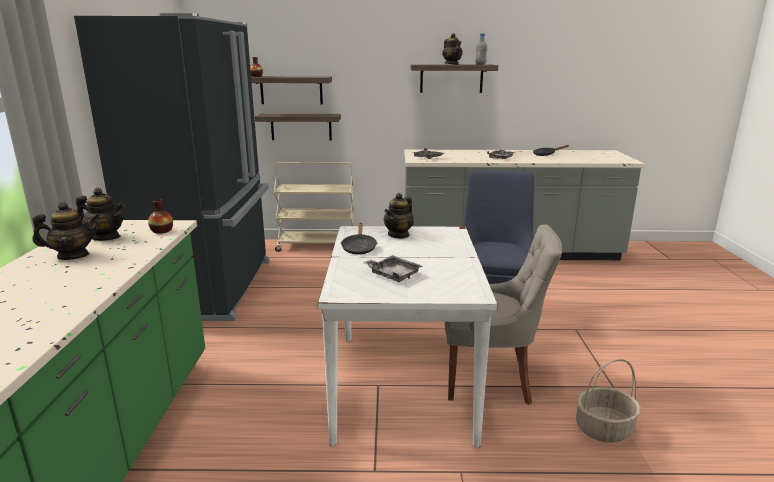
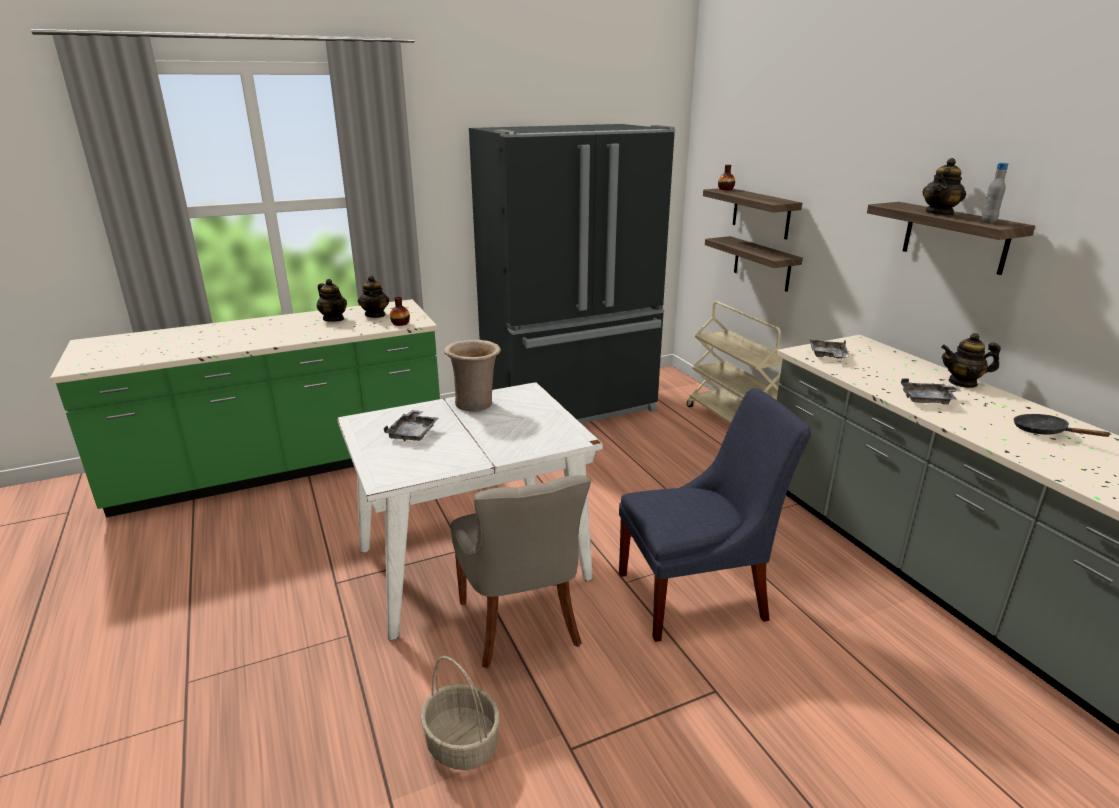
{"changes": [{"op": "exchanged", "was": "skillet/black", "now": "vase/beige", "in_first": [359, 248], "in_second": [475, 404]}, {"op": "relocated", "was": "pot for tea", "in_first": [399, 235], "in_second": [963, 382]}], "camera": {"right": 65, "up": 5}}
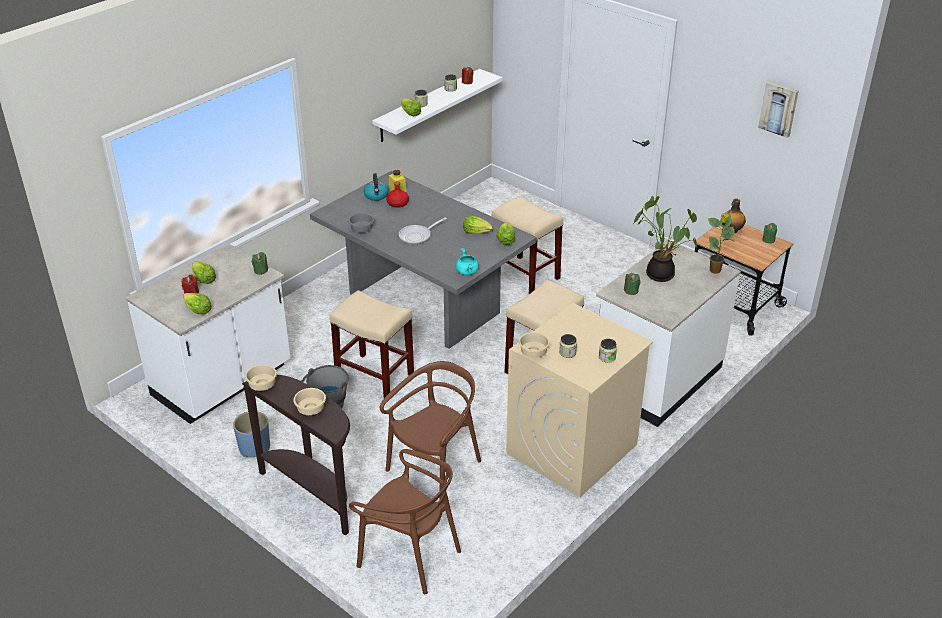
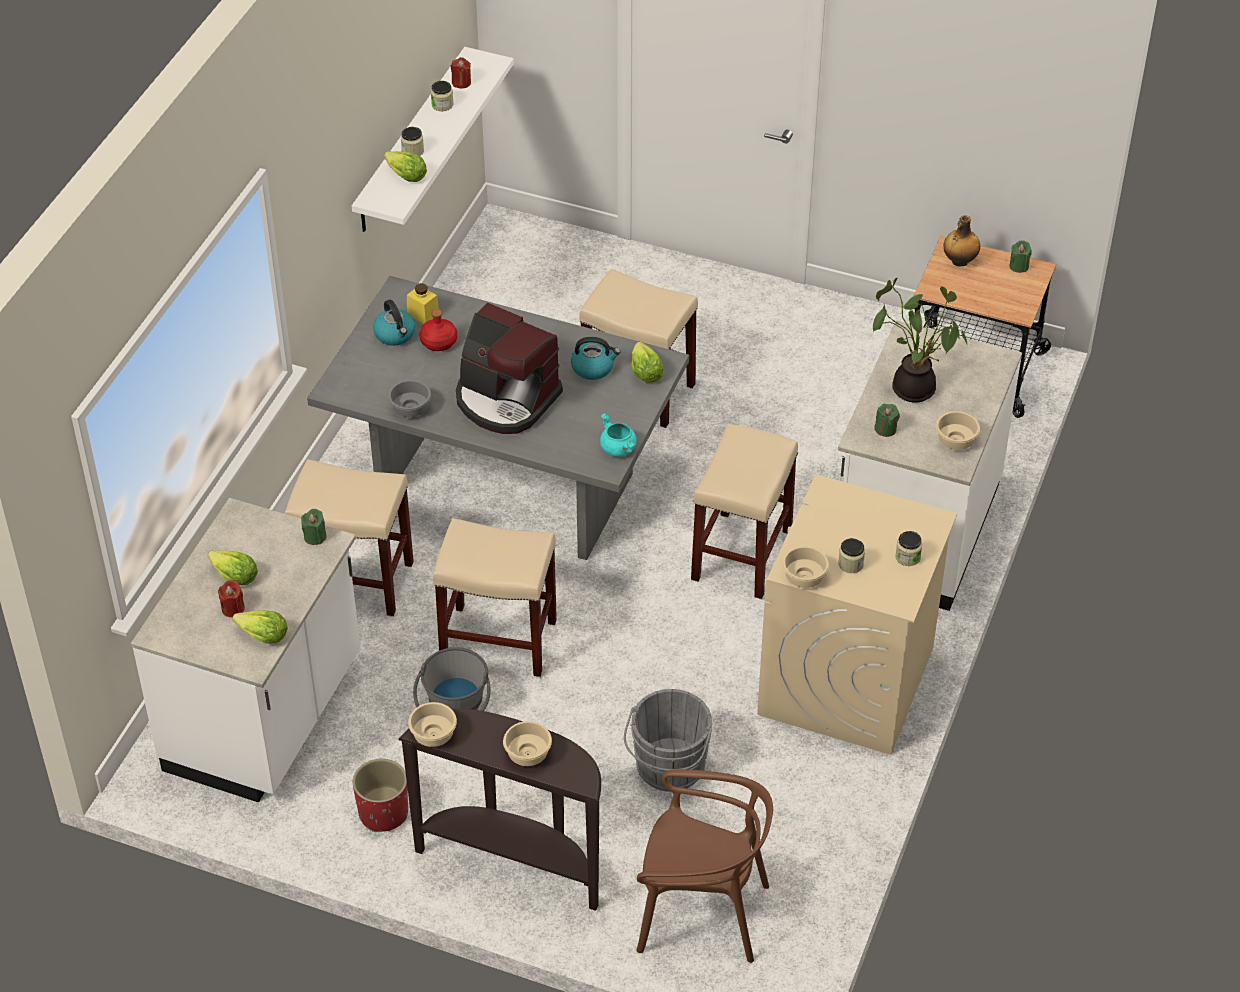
{"changes": [{"op": "appeared", "now": "sitting stool/beige", "in_second": [354, 581]}, {"op": "colour", "was": "flower pot/blue-coloured", "now": "flower pot/reddish", "in_first": [254, 448], "in_second": [383, 813]}, {"op": "exchanged", "was": "skillet", "now": "coffee machine", "in_first": [417, 236], "in_second": [506, 399]}, {"op": "exchanged", "was": "lettuce", "now": "water kettle", "in_first": [477, 232], "in_second": [593, 368]}, {"op": "exchanged", "was": "plain chair/brownish", "now": "pail/greyish", "in_first": [435, 468], "in_second": [668, 769]}, {"op": "appeared", "now": "deep dish/beige", "in_second": [955, 440]}, {"op": "missing", "was": "houseplant", "in_first": [715, 271]}, {"op": "missing", "was": "wall picture", "in_first": [779, 108]}], "camera": {"right": -20, "up": 10}}
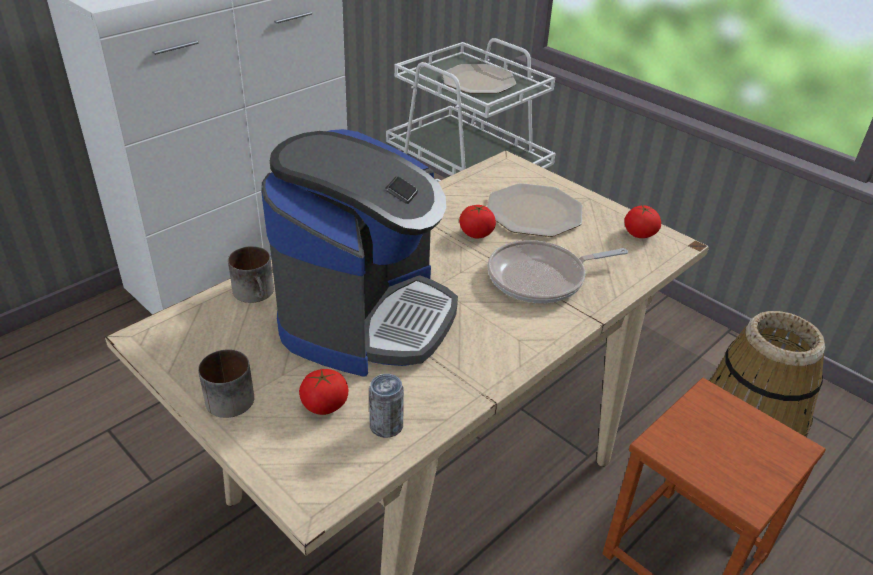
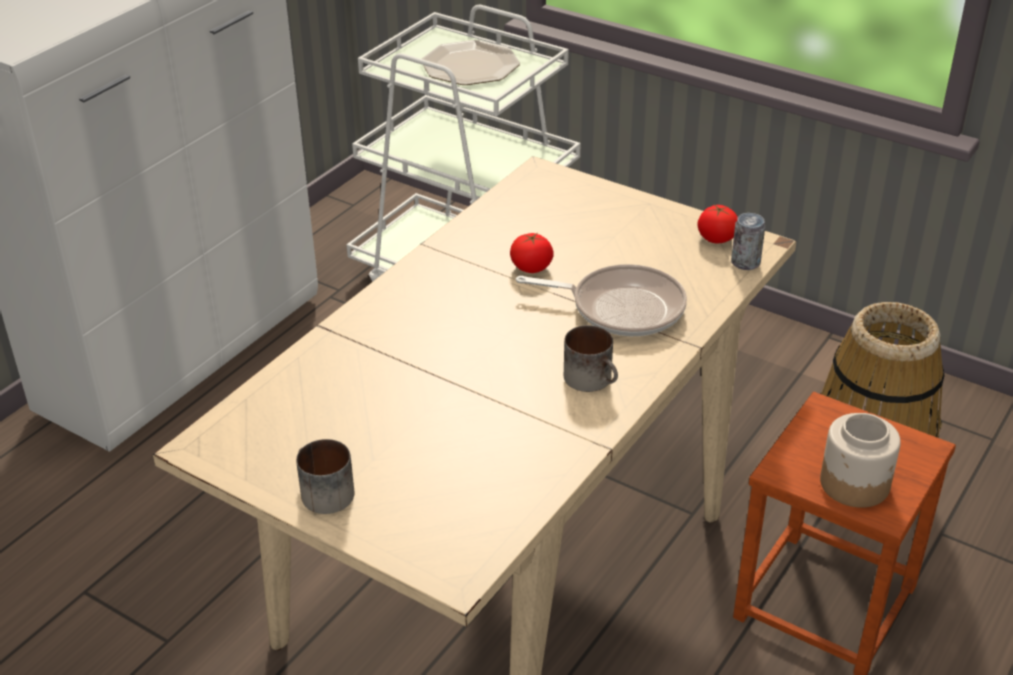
{"changes": [{"op": "spun", "was": "skillet", "in_first": [541, 278], "in_second": [621, 308], "clockwise": -135}, {"op": "relocated", "was": "mug", "in_first": [257, 293], "in_second": [593, 379]}, {"op": "relocated", "was": "metal can", "in_first": [386, 426], "in_second": [745, 263]}, {"op": "appeared", "now": "storage jar", "in_second": [855, 484]}, {"op": "missing", "was": "coffee machine", "in_first": [366, 316]}, {"op": "missing", "was": "whole tomato", "in_first": [325, 405]}, {"op": "missing", "was": "dinner plate", "in_first": [533, 211]}], "camera": {"right": -10, "up": 0}}
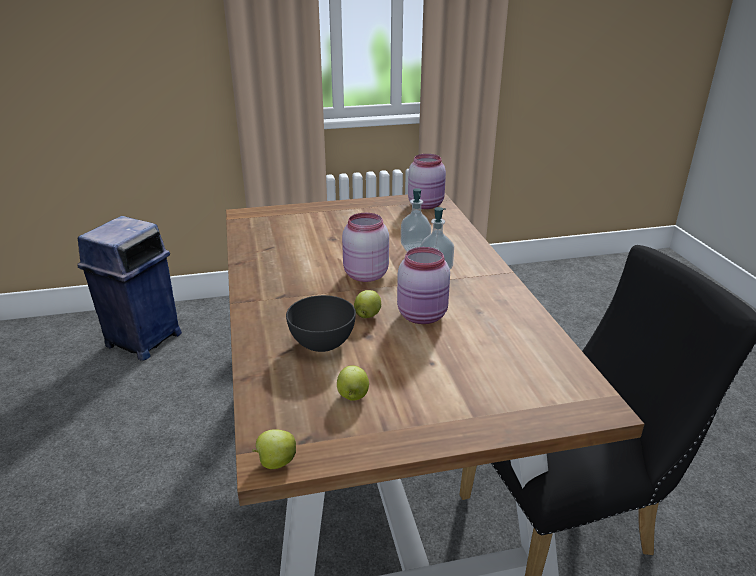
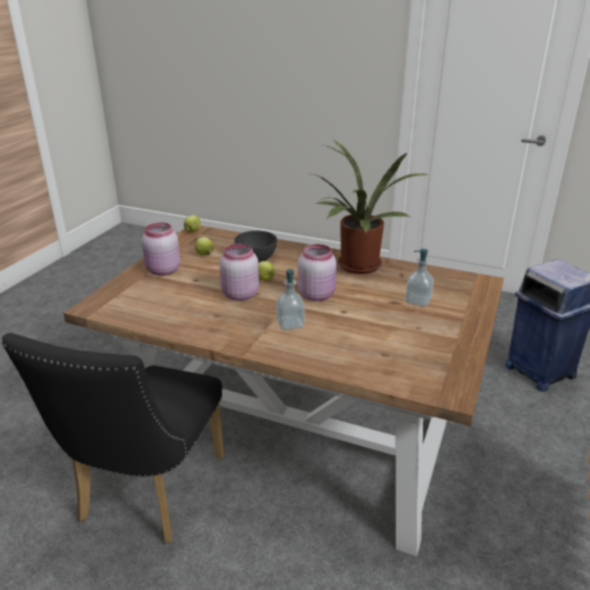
{"changes": [{"op": "relocated", "was": "storage jar/pinkish", "in_first": [426, 205], "in_second": [162, 271]}, {"op": "appeared", "now": "houseplant", "in_second": [357, 267]}, {"op": "relocated", "was": "liquid soap bottle", "in_first": [415, 247], "in_second": [418, 301]}], "camera": {"right": 125, "up": 0}}
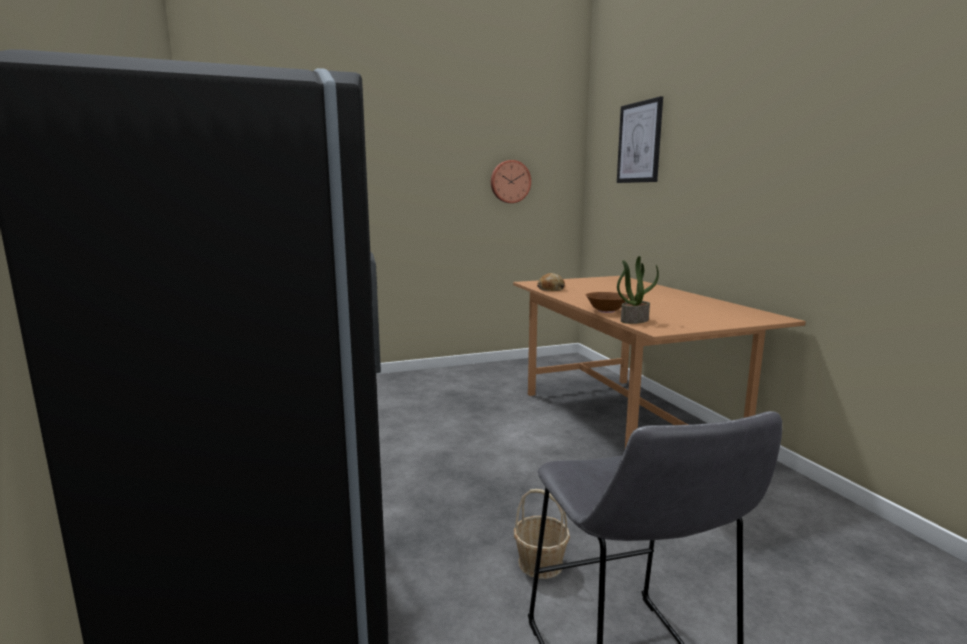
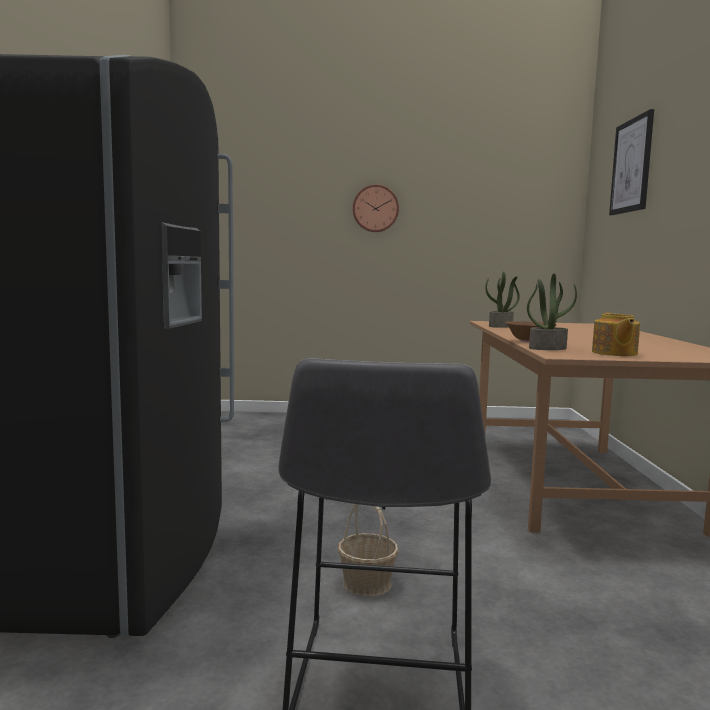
{"changes": [{"op": "relocated", "was": "clock on the wall", "in_first": [510, 181], "in_second": [375, 208]}, {"op": "exchanged", "was": "bread", "now": "houseplant", "in_first": [551, 289], "in_second": [501, 326]}, {"op": "appeared", "now": "pot for tea", "in_second": [614, 353]}], "camera": {"right": 20, "up": -5}}
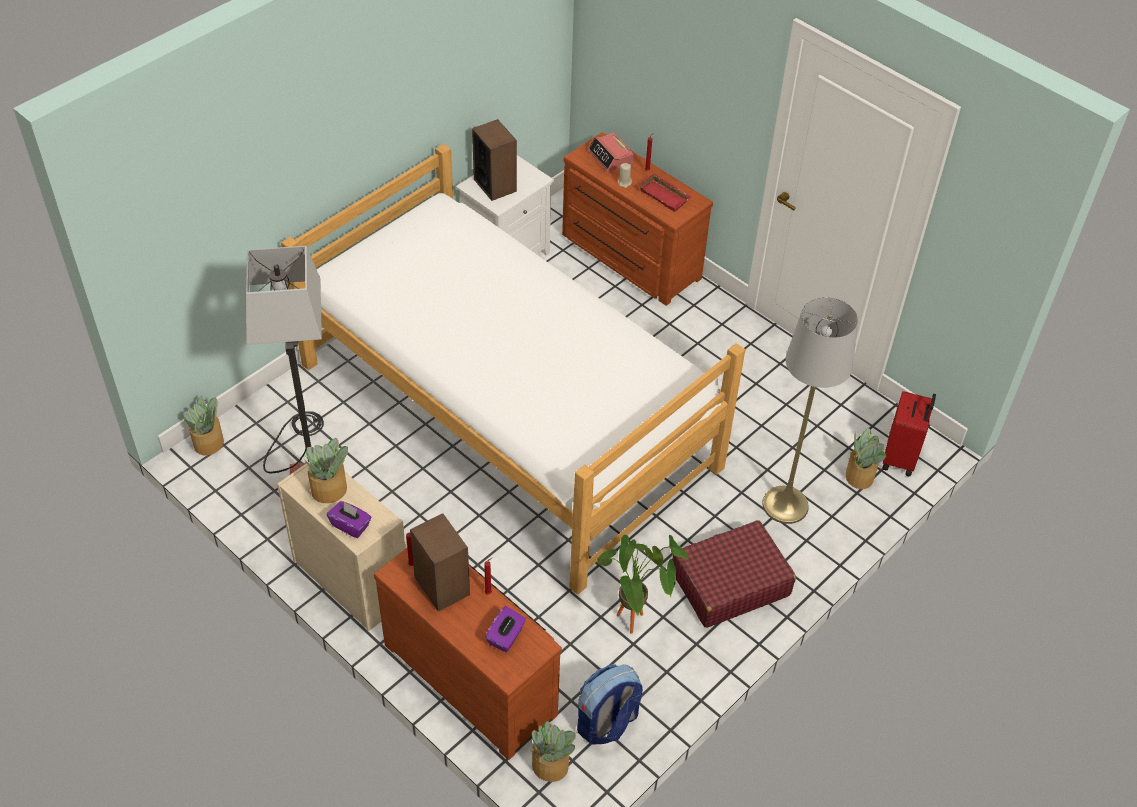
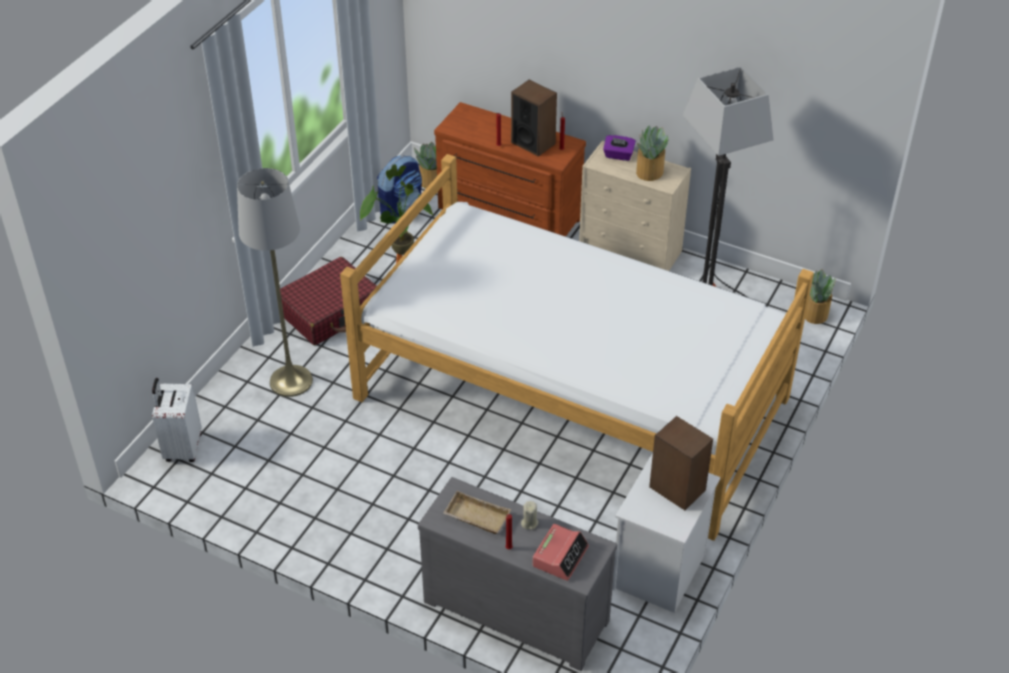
{"changes": [{"op": "colour", "was": "piece of luggage/reddish", "now": "piece of luggage/white-coloured", "in_first": [901, 458], "in_second": [182, 448]}, {"op": "colour", "was": "chest of drawers/brownish", "now": "chest of drawers/greyish", "in_first": [628, 258], "in_second": [518, 607]}, {"op": "colour", "was": "serving tray/reddish", "now": "serving tray/beige", "in_first": [665, 195], "in_second": [475, 517]}, {"op": "spun", "was": "bedside clock", "in_first": [610, 157], "in_second": [560, 556], "clockwise": 75}, {"op": "missing", "was": "box of tissues/purple", "in_first": [506, 637]}, {"op": "missing", "was": "houseplant", "in_first": [859, 476]}], "camera": {"right": 165, "up": -5}}
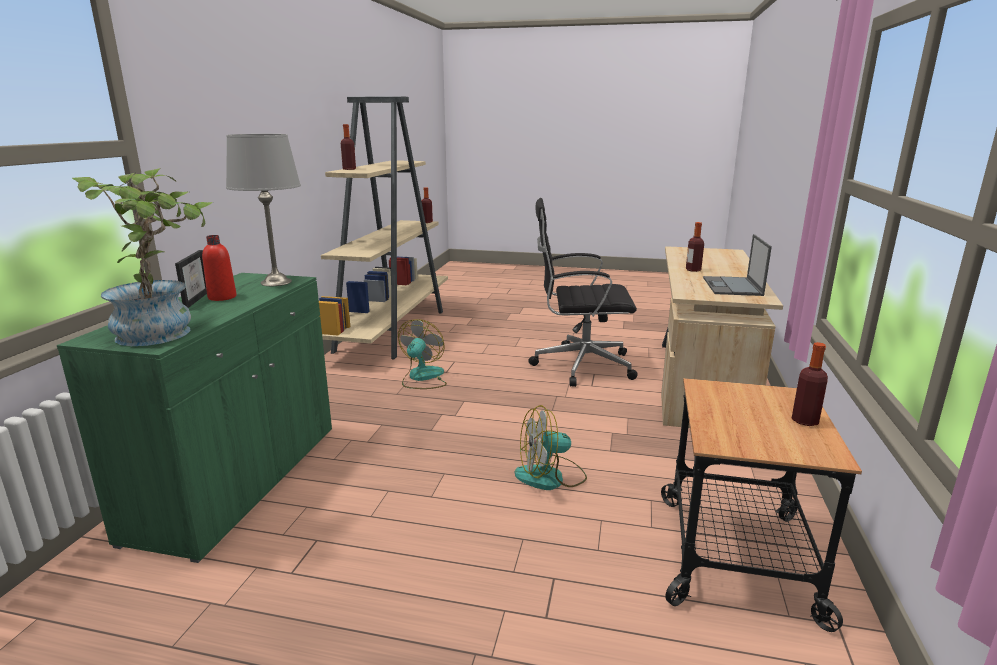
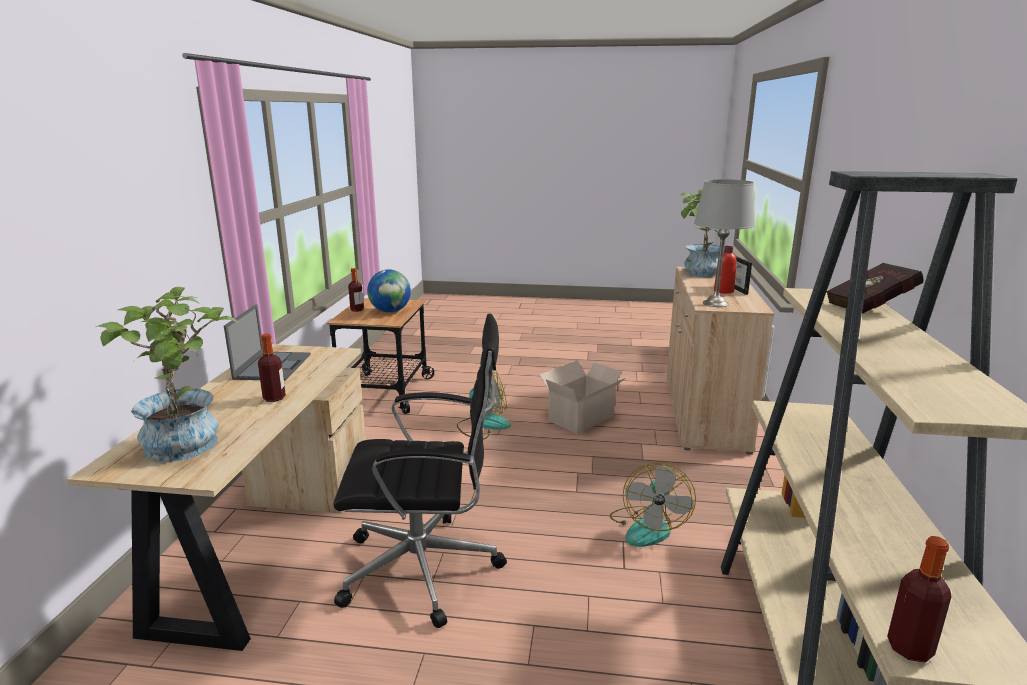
{"changes": [{"op": "appeared", "now": "houseplant", "in_second": [188, 447]}, {"op": "appeared", "now": "world globe", "in_second": [390, 311]}, {"op": "appeared", "now": "carton", "in_second": [583, 418]}, {"op": "colour", "was": "cabinet/green", "now": "cabinet/beige", "in_first": [239, 481], "in_second": [704, 413]}, {"op": "exchanged", "was": "drink bottle", "now": "volume/reddish", "in_first": [349, 169], "in_second": [873, 307]}], "camera": {"right": 175, "up": 0}}
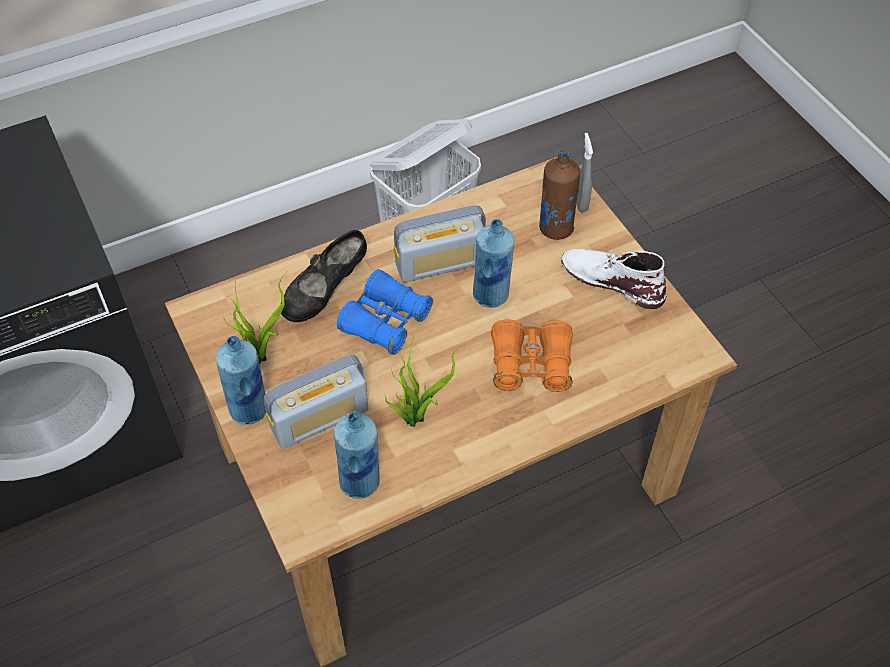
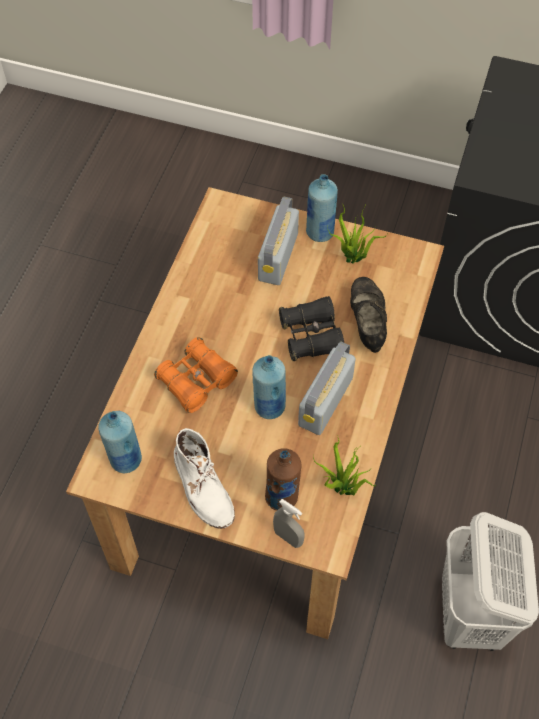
{"changes": [{"op": "relocated", "was": "drink bottle/blue-coloured", "in_first": [360, 482], "in_second": [125, 460]}, {"op": "spun", "was": "boot/white-coloured", "in_first": [612, 280], "in_second": [203, 487], "clockwise": 75}, {"op": "colour", "was": "binoculars/blue-coloured", "now": "binoculars/black", "in_first": [385, 321], "in_second": [311, 336]}, {"op": "relocated", "was": "houseplant", "in_first": [416, 415], "in_second": [342, 490]}], "camera": {"right": 135, "up": 5}}
